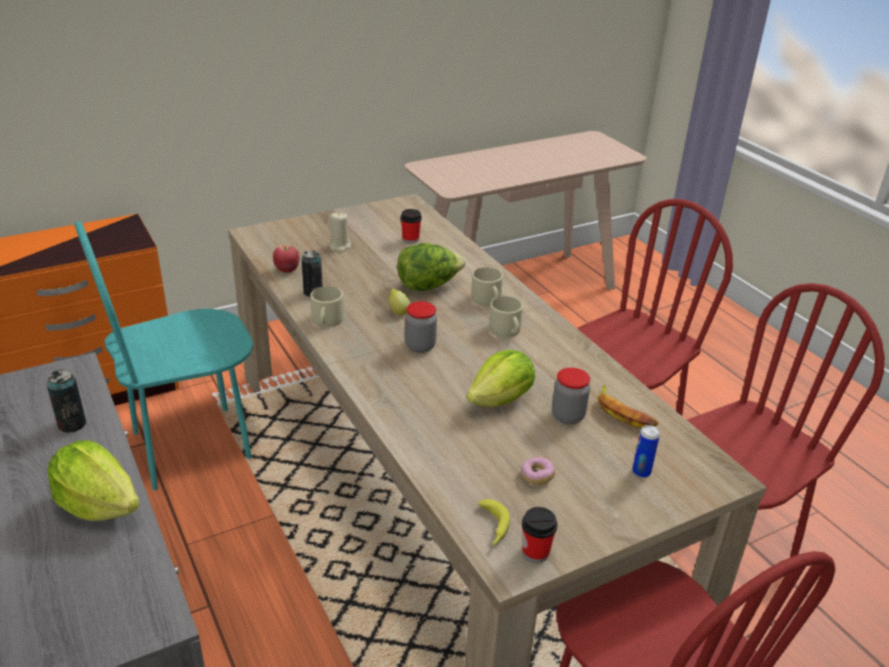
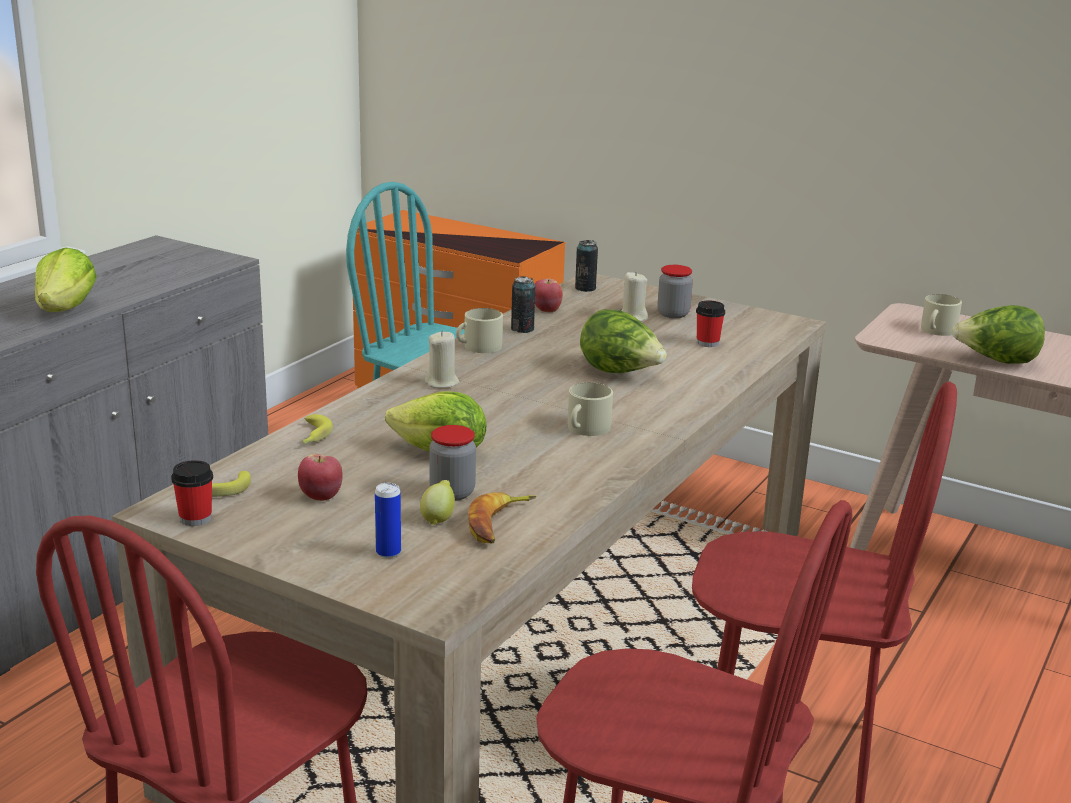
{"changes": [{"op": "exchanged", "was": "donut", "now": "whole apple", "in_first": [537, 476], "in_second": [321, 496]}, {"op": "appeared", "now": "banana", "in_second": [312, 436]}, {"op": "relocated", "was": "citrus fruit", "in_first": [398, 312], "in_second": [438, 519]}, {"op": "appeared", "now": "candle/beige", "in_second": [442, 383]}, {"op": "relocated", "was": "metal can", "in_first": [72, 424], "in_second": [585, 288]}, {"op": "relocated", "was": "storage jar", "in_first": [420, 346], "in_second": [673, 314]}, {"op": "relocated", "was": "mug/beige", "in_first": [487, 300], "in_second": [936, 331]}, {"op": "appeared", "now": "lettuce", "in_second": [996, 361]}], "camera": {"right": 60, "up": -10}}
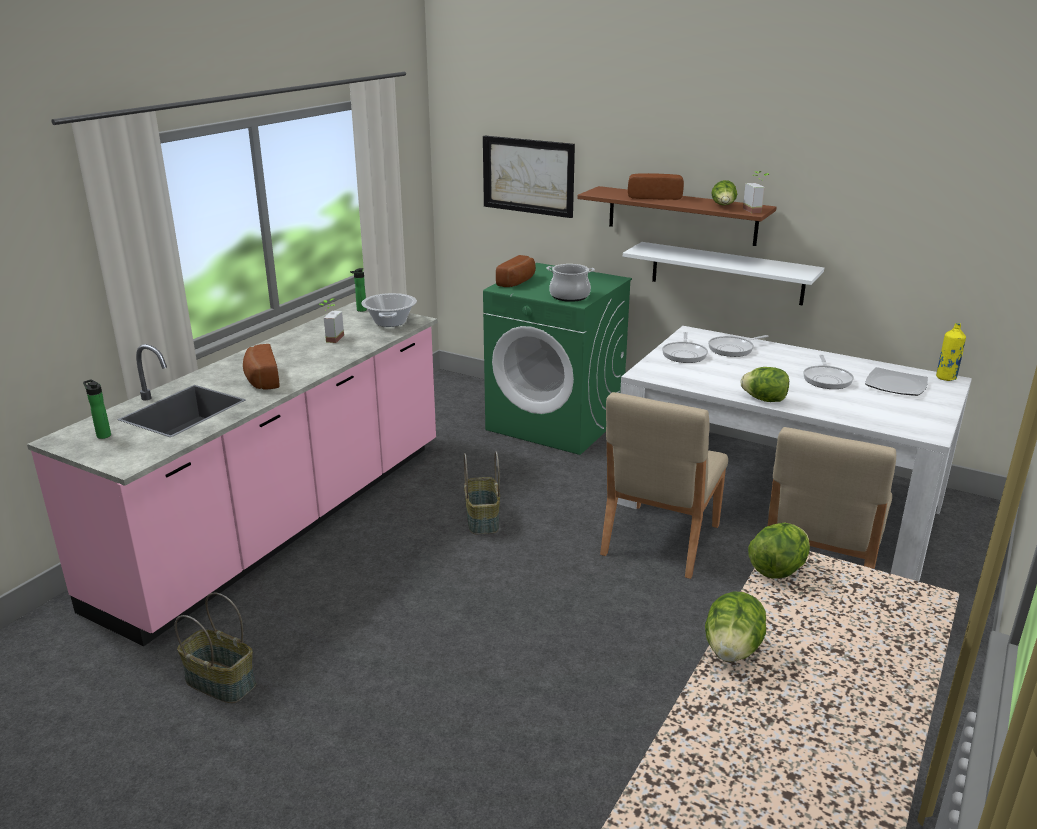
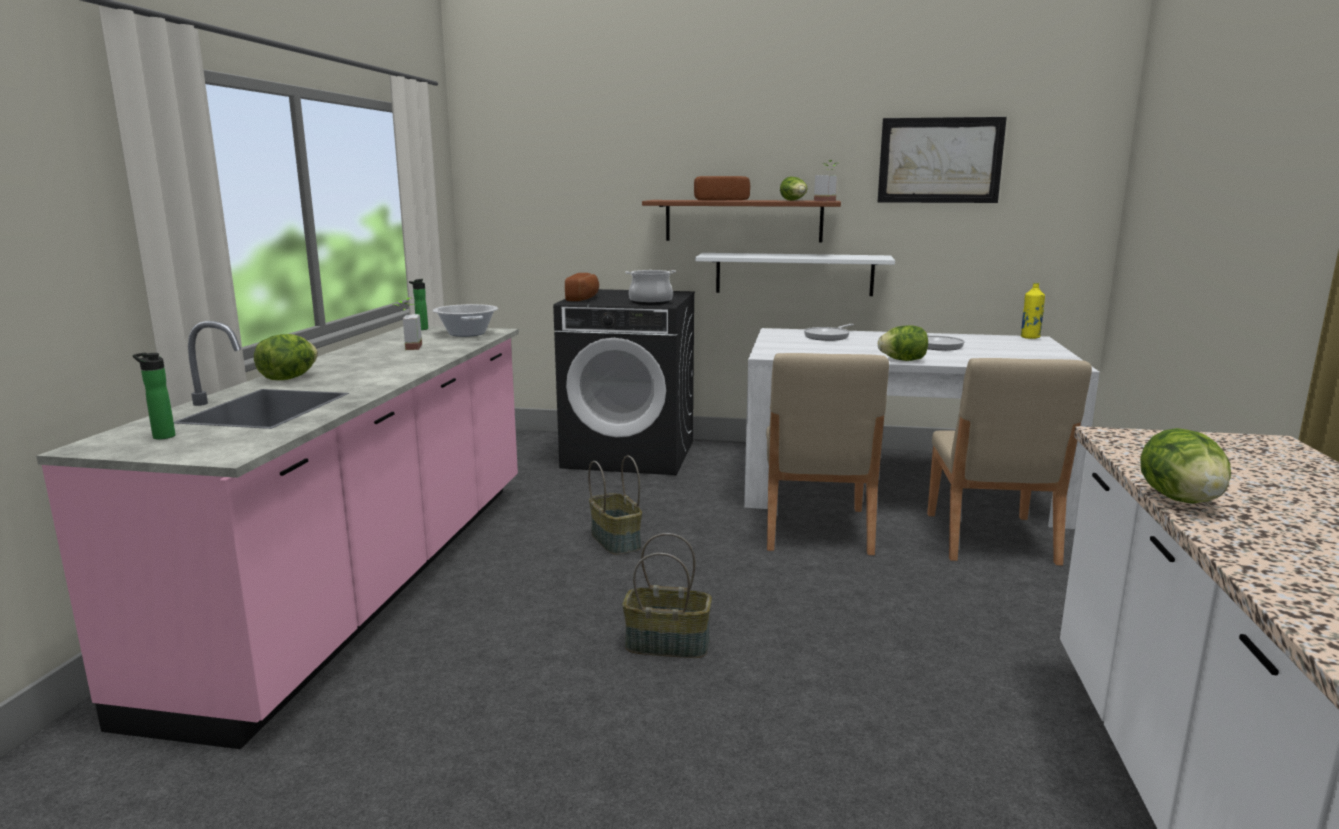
{"changes": [{"op": "relocated", "was": "lettuce", "in_first": [777, 570], "in_second": [289, 378]}, {"op": "colour", "was": "washing machine/green", "now": "washing machine/black", "in_first": [556, 423], "in_second": [630, 454]}, {"op": "relocated", "was": "household basket", "in_first": [222, 682], "in_second": [668, 644]}, {"op": "relocated", "was": "wall picture", "in_first": [528, 176], "in_second": [939, 160]}, {"op": "missing", "was": "bread", "in_first": [260, 379]}, {"op": "missing", "was": "skillet", "in_first": [684, 354]}, {"op": "missing", "was": "dinner plate", "in_first": [896, 385]}], "camera": {"right": -20, "up": -10}}
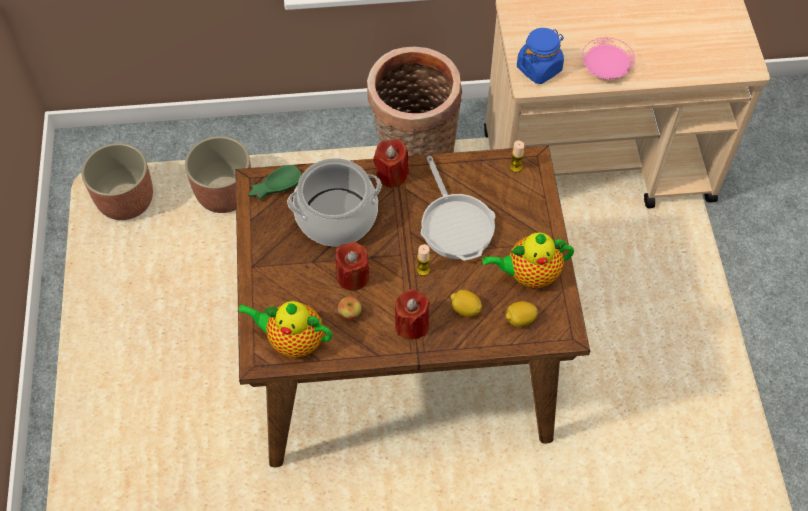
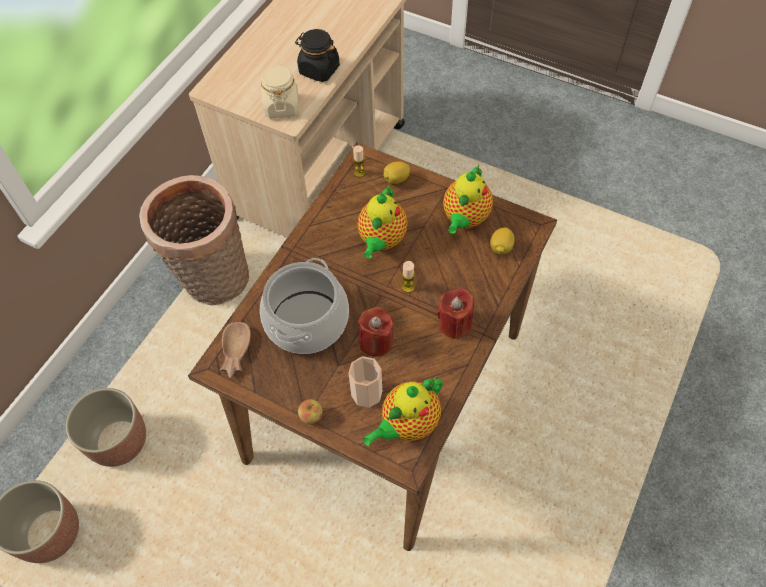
{"changes": [{"op": "colour", "was": "deep dish/green", "now": "deep dish/brownish", "in_first": [274, 186], "in_second": [234, 353]}, {"op": "colour", "was": "storage jar/blue-coloured", "now": "storage jar/beige", "in_first": [539, 68], "in_second": [282, 106]}, {"op": "exchanged", "was": "dinner plate/pinkish", "now": "storage jar/black", "in_first": [605, 69], "in_second": [319, 70]}, {"op": "relocated", "was": "whole apple", "in_first": [350, 314], "in_second": [311, 416]}, {"op": "appeared", "now": "small cup", "in_second": [366, 393]}, {"op": "exchanged", "was": "skillet", "now": "pot for tea", "in_first": [455, 224], "in_second": [381, 241]}, {"op": "relocated", "was": "citrus fruit", "in_first": [465, 309], "in_second": [396, 179]}, {"op": "missing", "was": "candle/reddish", "in_first": [391, 174]}], "camera": {"right": -55, "up": 0}}
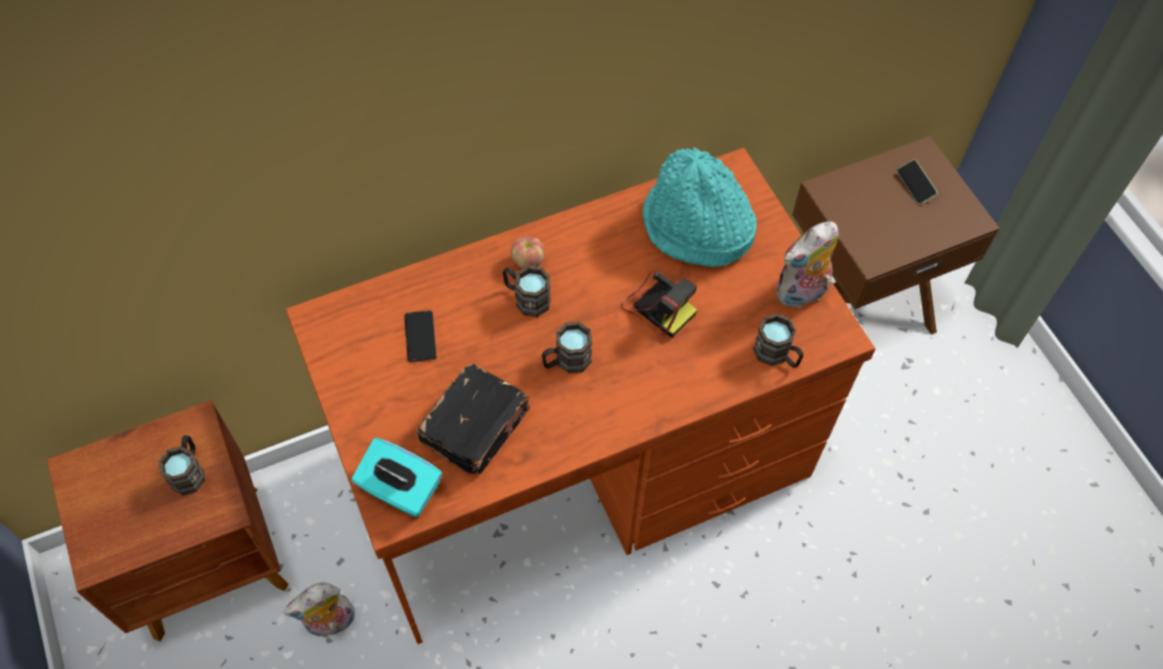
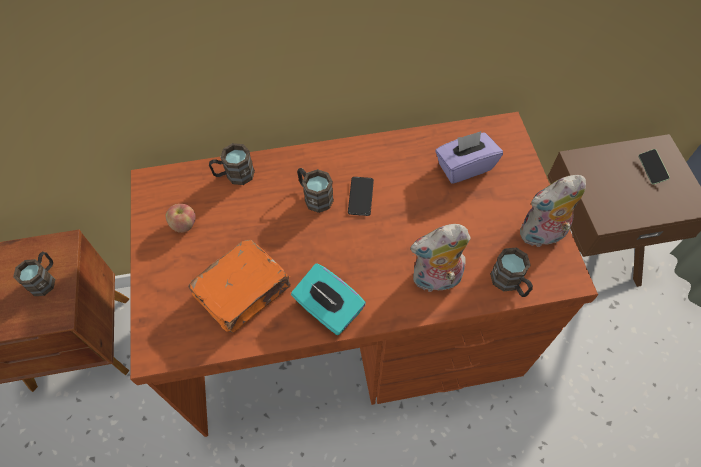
{"changes": [{"op": "relocated", "was": "whole apple", "in_first": [528, 261], "in_second": [184, 224]}, {"op": "colour", "was": "volume/black", "now": "volume/orange", "in_first": [477, 426], "in_second": [244, 291]}, {"op": "relocated", "was": "mug/brownish", "in_first": [566, 361], "in_second": [234, 175]}, {"op": "relocated", "was": "box of tissues/turquoise-coloured", "in_first": [400, 490], "in_second": [328, 310]}, {"op": "relocated", "was": "handset", "in_first": [420, 336], "in_second": [360, 196]}, {"op": "relocated", "was": "soft toy", "in_first": [330, 624], "in_second": [436, 280]}, {"op": "exchanged", "was": "hat/turquoise-coloured", "now": "box of tissues/purple", "in_first": [695, 228], "in_second": [464, 167]}, {"op": "missing", "was": "photo camera", "in_first": [658, 306]}], "camera": {"right": 15, "up": 0}}
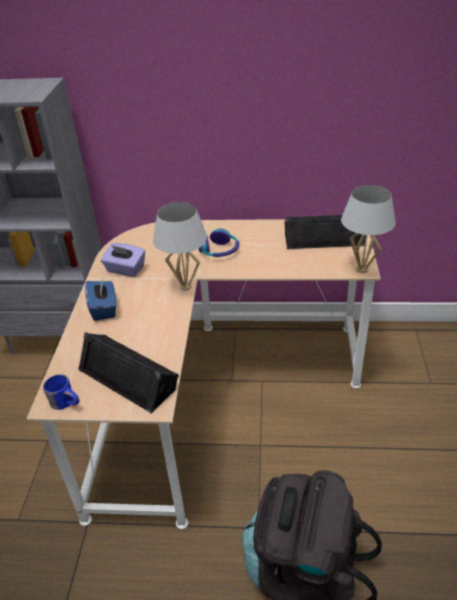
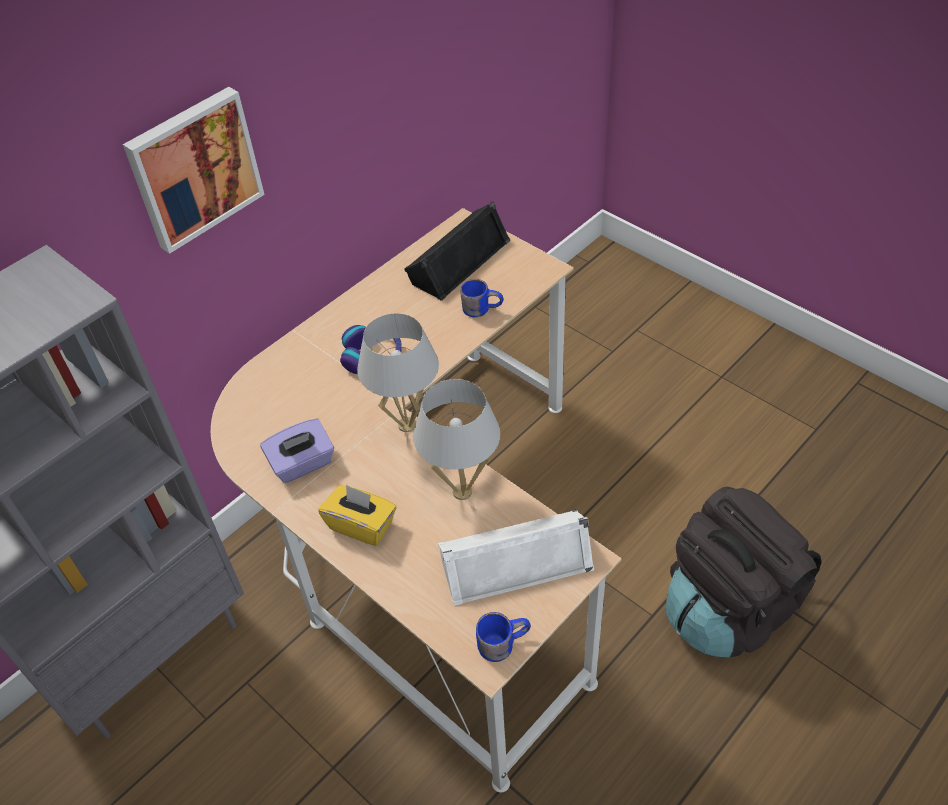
{"changes": [{"op": "appeared", "now": "wall picture", "in_second": [194, 168]}, {"op": "colour", "was": "box of tissues/blue-coloured", "now": "box of tissues/yellow", "in_first": [104, 309], "in_second": [361, 525]}, {"op": "relocated", "was": "tabletop lamp/white-coloured", "in_first": [361, 269], "in_second": [462, 492]}, {"op": "colour", "was": "audio speaker/black", "now": "audio speaker/white-coloured", "in_first": [129, 376], "in_second": [515, 560]}, {"op": "appeared", "now": "mug/blue-coloured", "in_second": [481, 308]}], "camera": {"right": -50, "up": 10}}
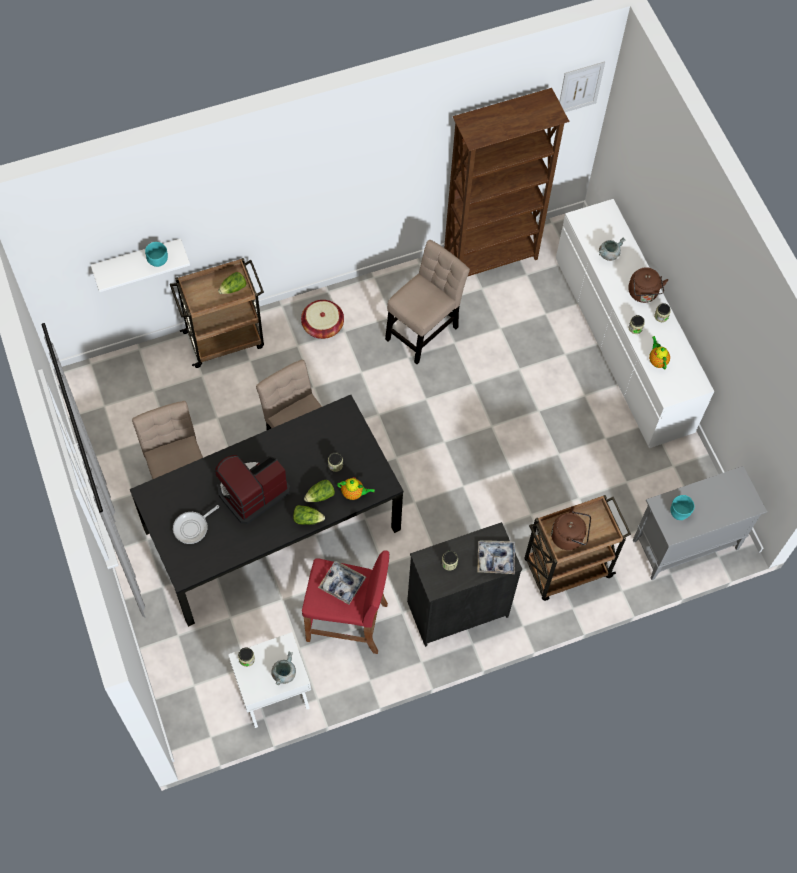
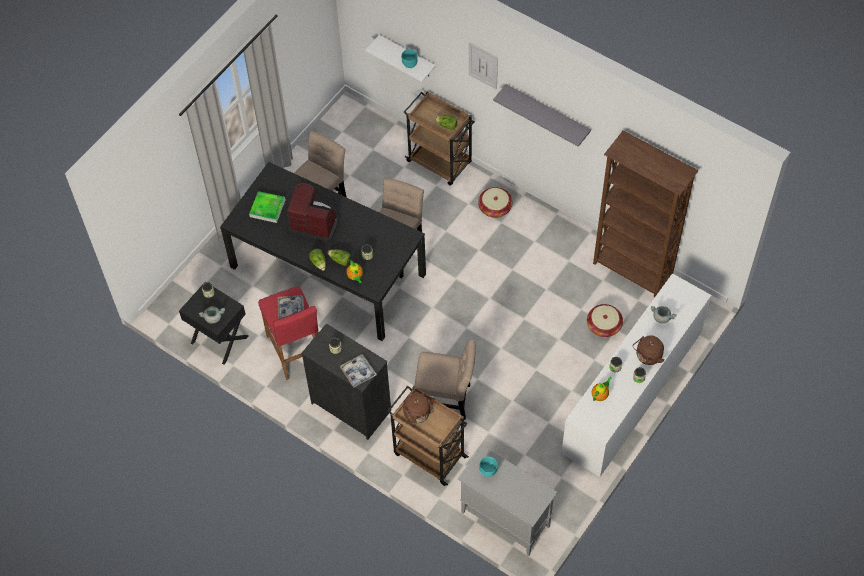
{"changes": [{"op": "colour", "was": "night table/white-coloured", "now": "night table/black", "in_first": [274, 694], "in_second": [219, 340]}, {"op": "exchanged", "was": "skillet", "now": "serving tray", "in_first": [193, 527], "in_second": [267, 208]}, {"op": "relocated", "was": "plain chair/beige", "in_first": [424, 330], "in_second": [445, 399]}, {"op": "relocated", "was": "wall picture", "in_first": [580, 87], "in_second": [483, 65]}, {"op": "appeared", "now": "bracket shelf/greyish", "in_second": [547, 113]}, {"op": "appeared", "now": "household basket", "in_second": [604, 326]}], "camera": {"right": 60, "up": -5}}
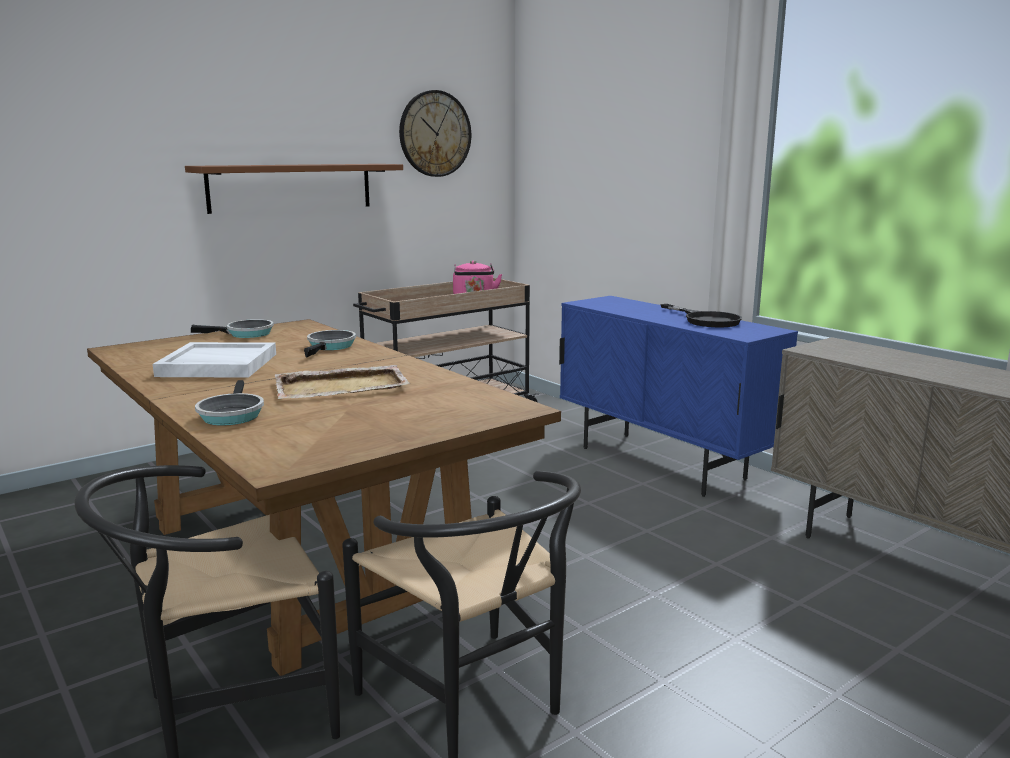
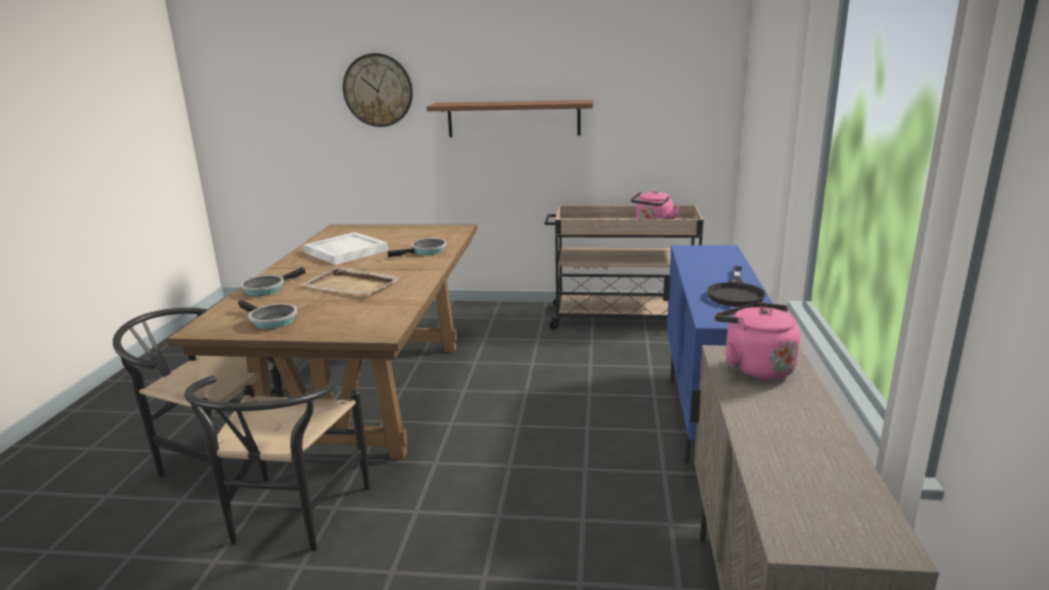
{"changes": [{"op": "relocated", "was": "skillet", "in_first": [246, 334], "in_second": [271, 321]}, {"op": "relocated", "was": "clock on the wall", "in_first": [435, 134], "in_second": [378, 90]}, {"op": "appeared", "now": "water kettle/pinkish", "in_second": [754, 368]}], "camera": {"right": 45, "up": 5}}
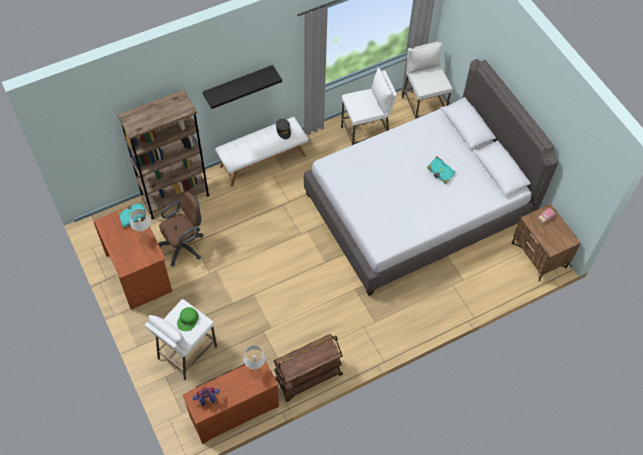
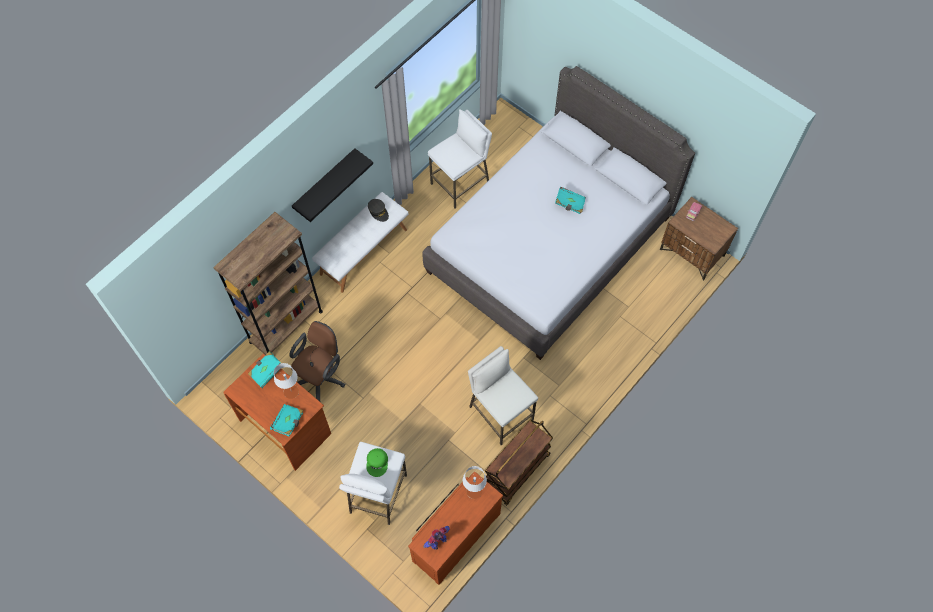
{"changes": [{"op": "appeared", "now": "volume/turquoise-coloured", "in_second": [288, 422]}, {"op": "relocated", "was": "sitting stool/white-coloured", "in_first": [422, 108], "in_second": [500, 413]}], "camera": {"right": -20, "up": 5}}
